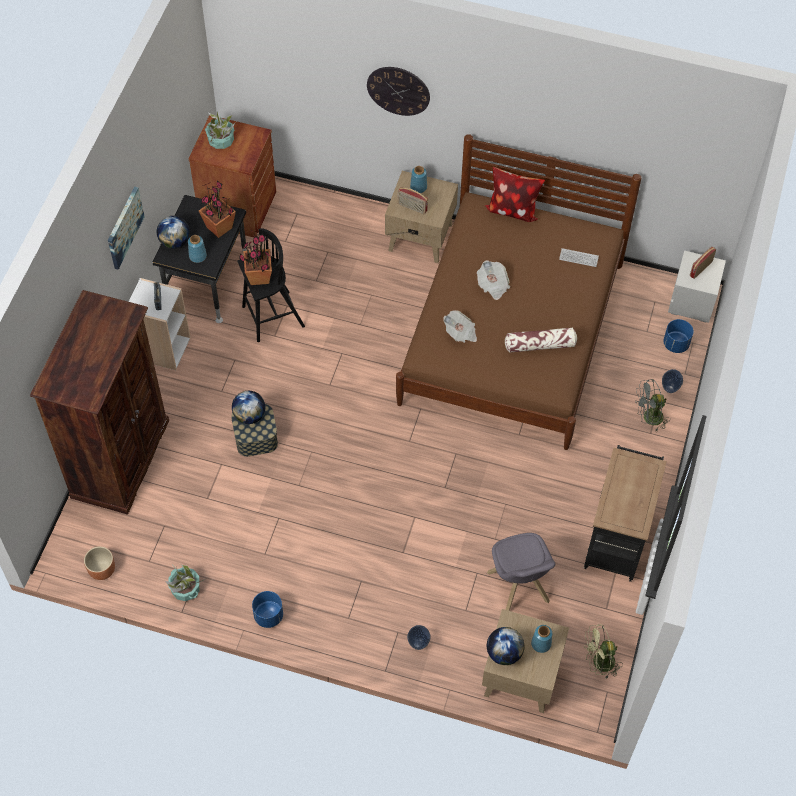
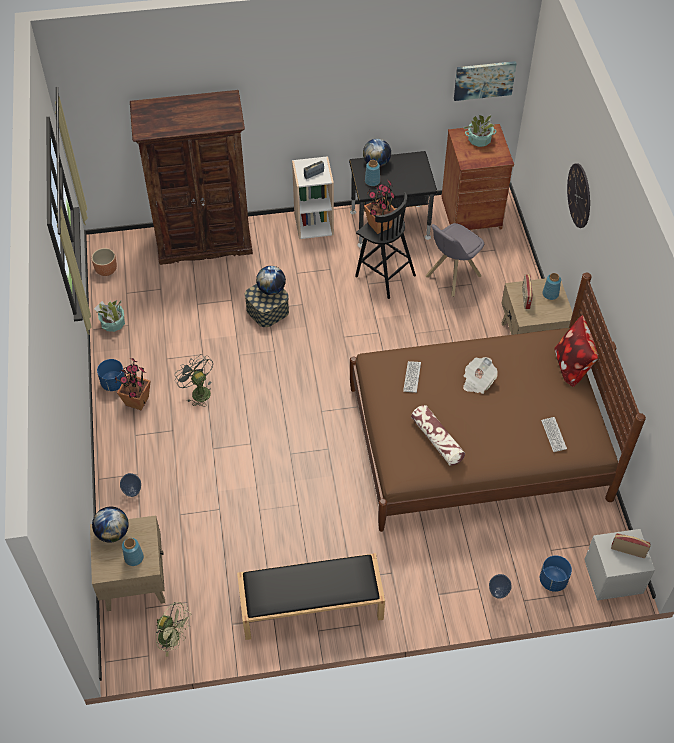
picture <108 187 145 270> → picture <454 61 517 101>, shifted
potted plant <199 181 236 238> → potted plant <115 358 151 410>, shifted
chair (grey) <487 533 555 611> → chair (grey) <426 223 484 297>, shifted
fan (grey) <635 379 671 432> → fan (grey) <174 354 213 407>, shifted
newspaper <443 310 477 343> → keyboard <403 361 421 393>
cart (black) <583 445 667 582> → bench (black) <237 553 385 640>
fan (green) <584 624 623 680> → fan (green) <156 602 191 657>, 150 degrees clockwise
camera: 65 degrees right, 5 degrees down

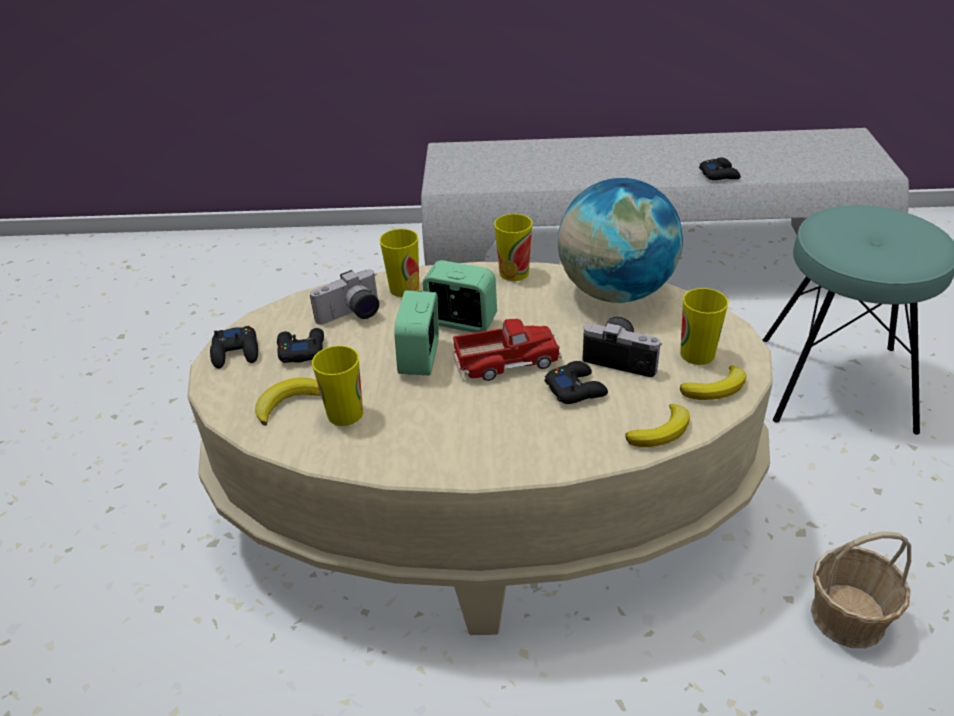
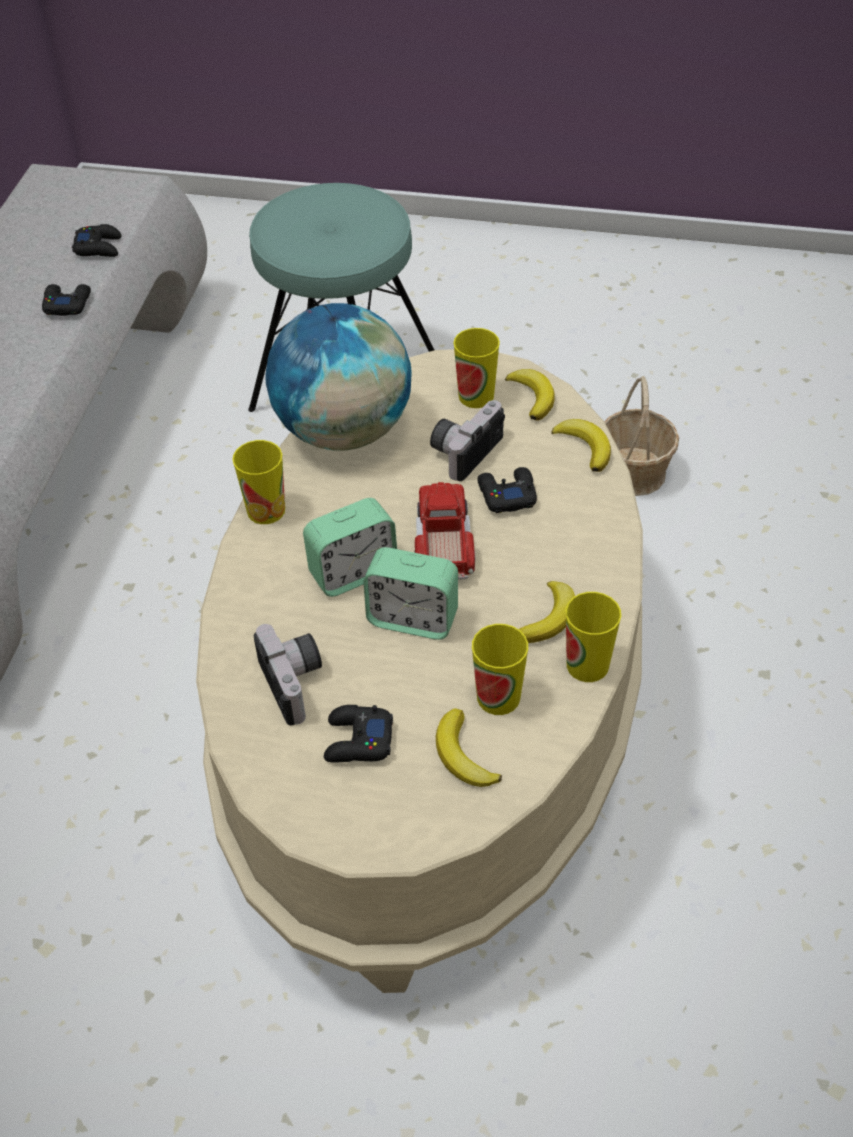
- → banana <519 581 575 643>
game controller (black) <210 326 258 369> → game controller (black) <72 224 121 257>, shifted
cup <379 229 419 297> → cup <565 592 621 682>, shifted
alarm clock <423 260 497 333> → alarm clock <303 498 397 597>, 150 degrees counterclockwise
camera: 80 degrees left, 10 degrees up

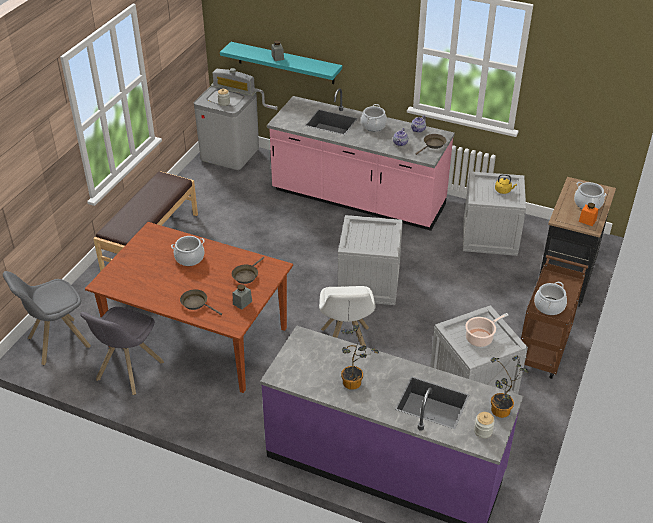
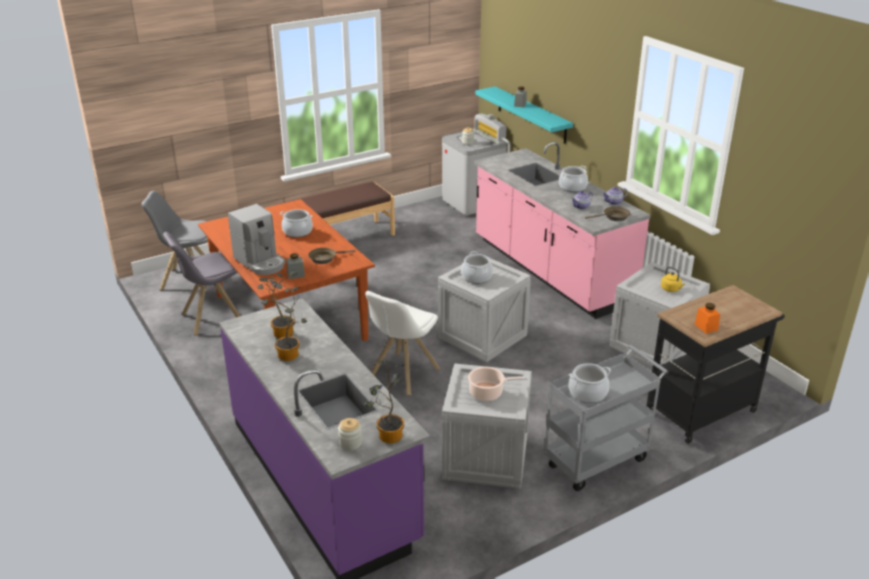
- → potted plant <257 271 298 339>
cooking pot <574 182 607 209> → cooking pot <461 251 493 284>, shifted
frying pan (brown) <180 289 222 315> → coffee machine <228 204 285 275>
cart (brown) <521 255 589 379> → cart (grey) <544 345 669 491>
camera: 35 degrees right, 10 degrees down

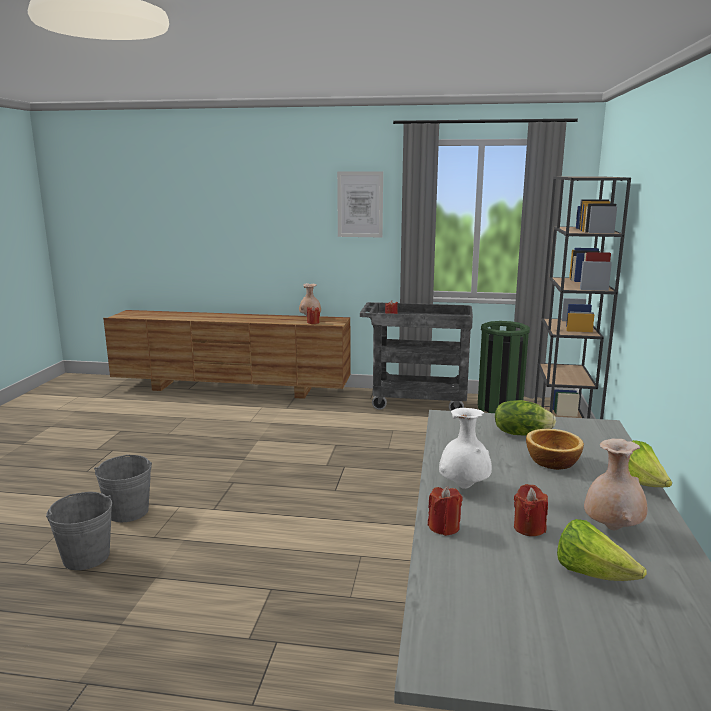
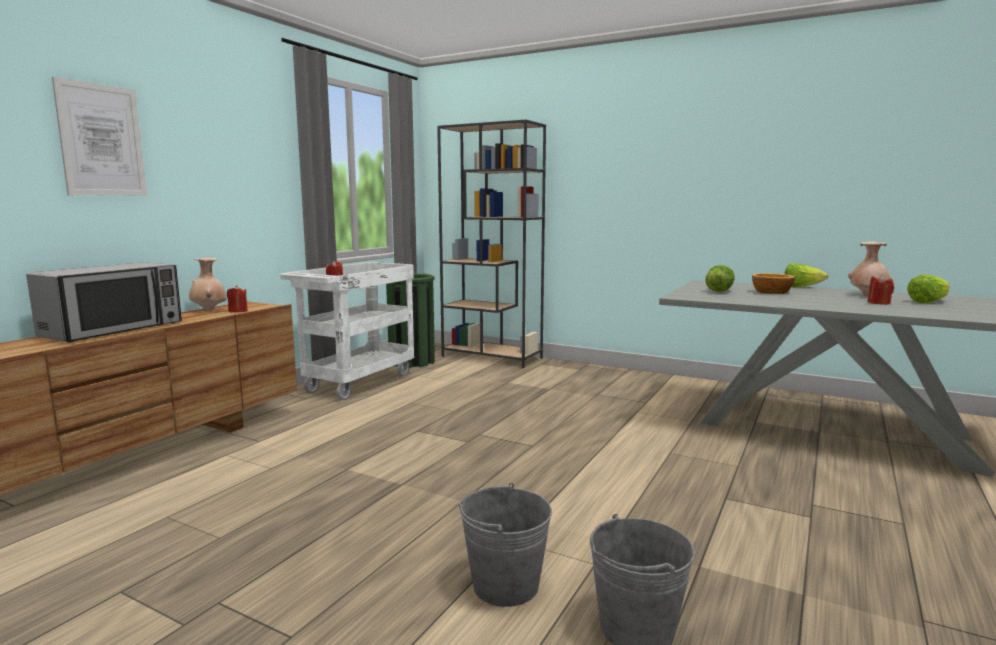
candle (red) <428 487 462 536> → -
vase (white) <439 408 492 489> → -
- → microwave <26 262 182 343>
picture <337 172 383 237> → picture <52 77 147 196>, shifted
cart (black) <360 302 473 411> → cart (white) <280 262 414 400>
camera: 70 degrees left, 5 degrees down

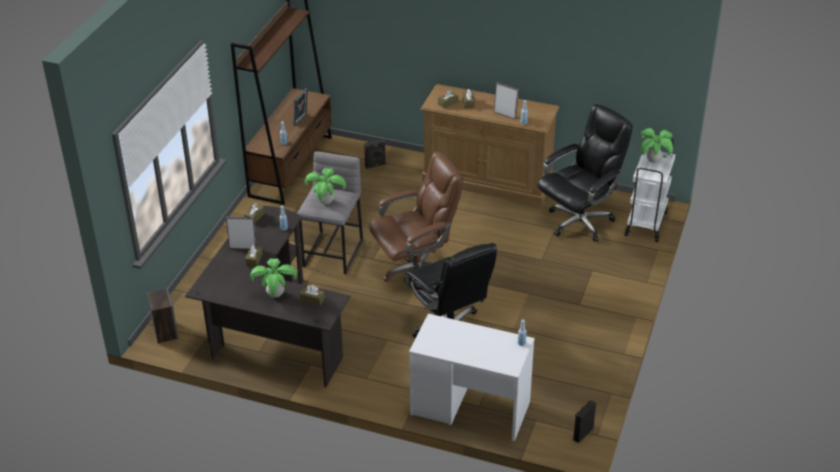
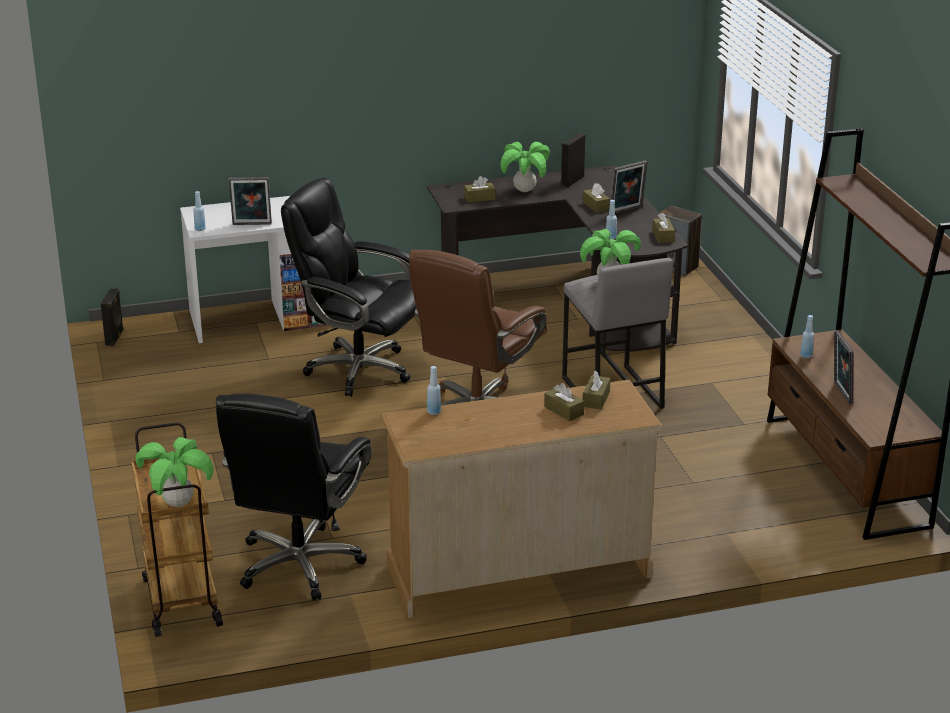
speaker (black) <364 139 386 169> → speaker (black) <561 133 586 187>, shifted
picture frame <494 82 519 119> → picture frame <229 177 272 225>, shifted
cart (white) <624 137 675 242> → cart (brown) <131 423 223 637>
camera: 145 degrees right, 10 degrees down

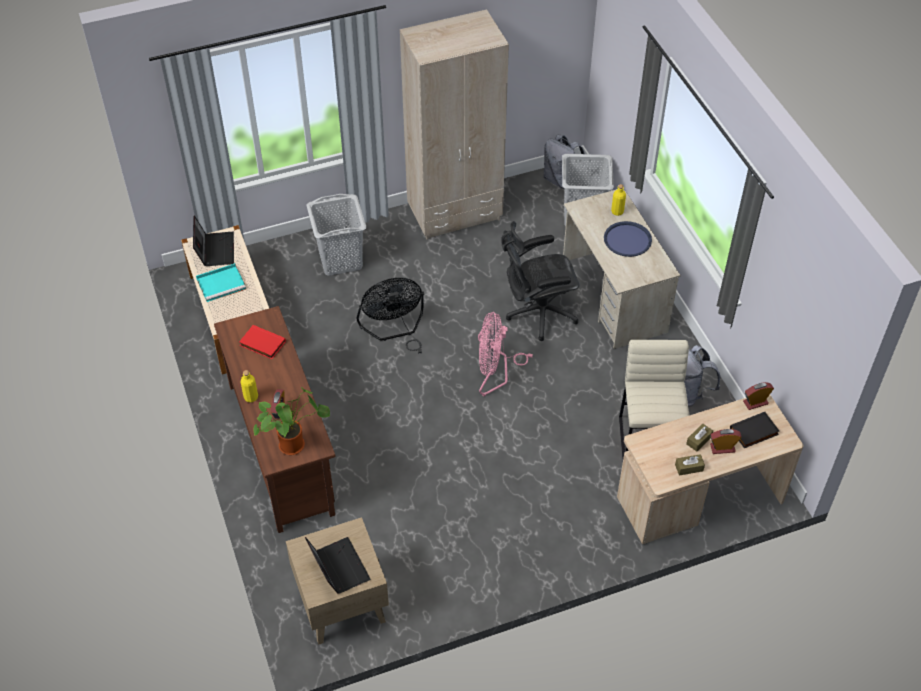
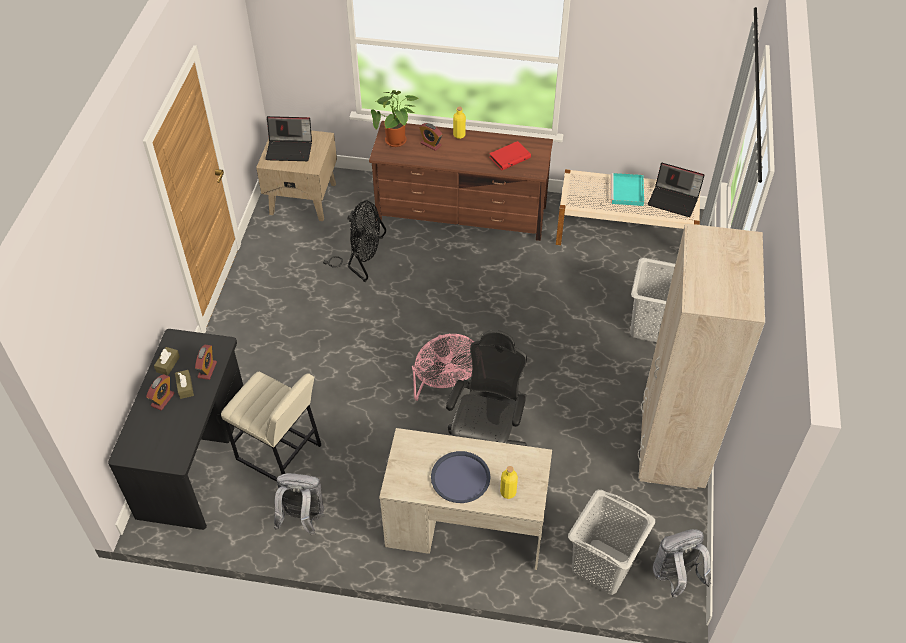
book (black) <730 412 779 448> → -
fan (black) <356 278 424 354> → fan (black) <322 200 386 282>, shifted
alarm clock <743 382 774 410> → alarm clock <195 345 217 380>, shifted
desk (beige) <617 395 804 544> → desk (black) <108 329 243 530>
fan (pink) <478 312 534 397> → fan (pink) <412 333 474 401>, 135 degrees clockwise
camera: 120 degrees right, 0 degrees up

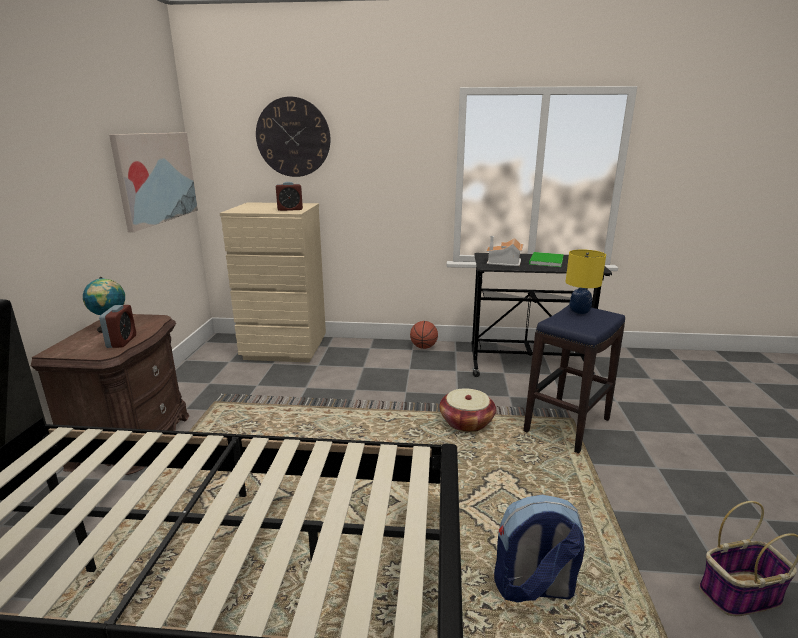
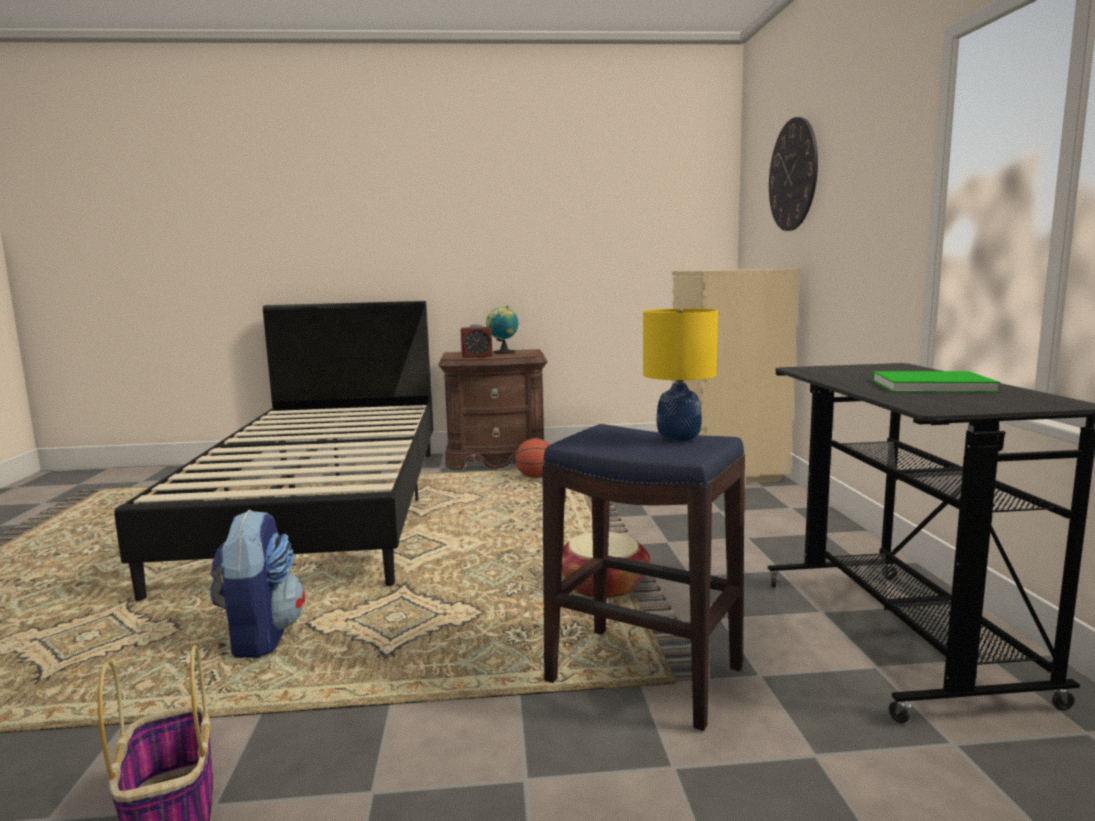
picture <109 133 198 232> → -
alarm clock <276 182 303 211> → -
toy house <486 236 523 266> → -
basketball <410 321 438 349> → basketball <515 438 550 478>, shifted
camera: 80 degrees right, 10 degrees down

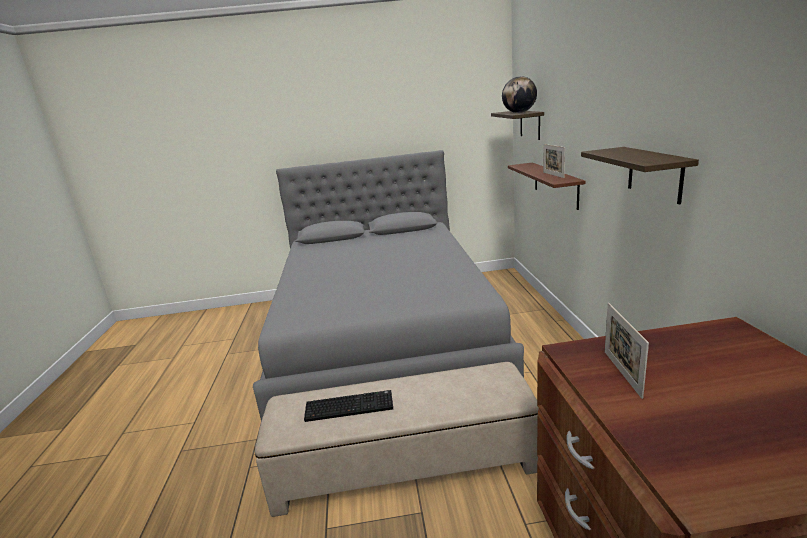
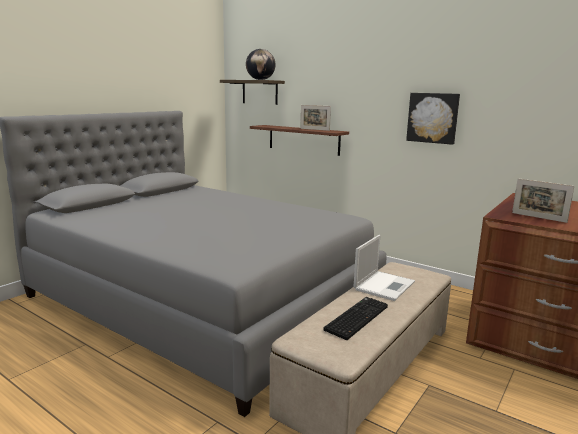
- → laptop <354 235 415 301>
shelf <581 147 699 204> → picture <406 93 460 145>
camera: 50 degrees left, 5 degrees down

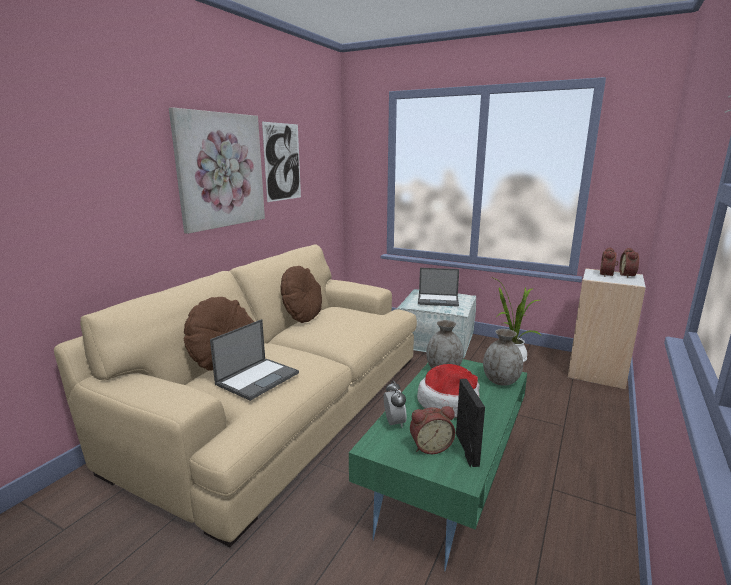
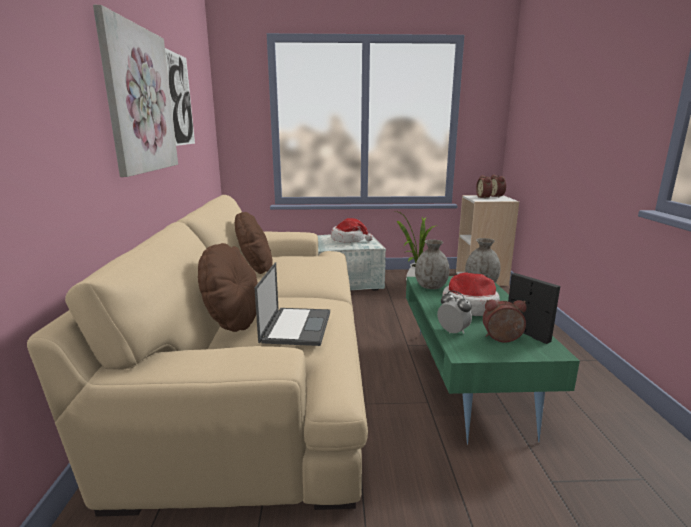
laptop <418 268 459 307> → hat <331 218 373 243>
alarm clock <410 406 455 454> → alarm clock <483 300 527 343>, 135 degrees counterclockwise
camera: 30 degrees left, 0 degrees up

